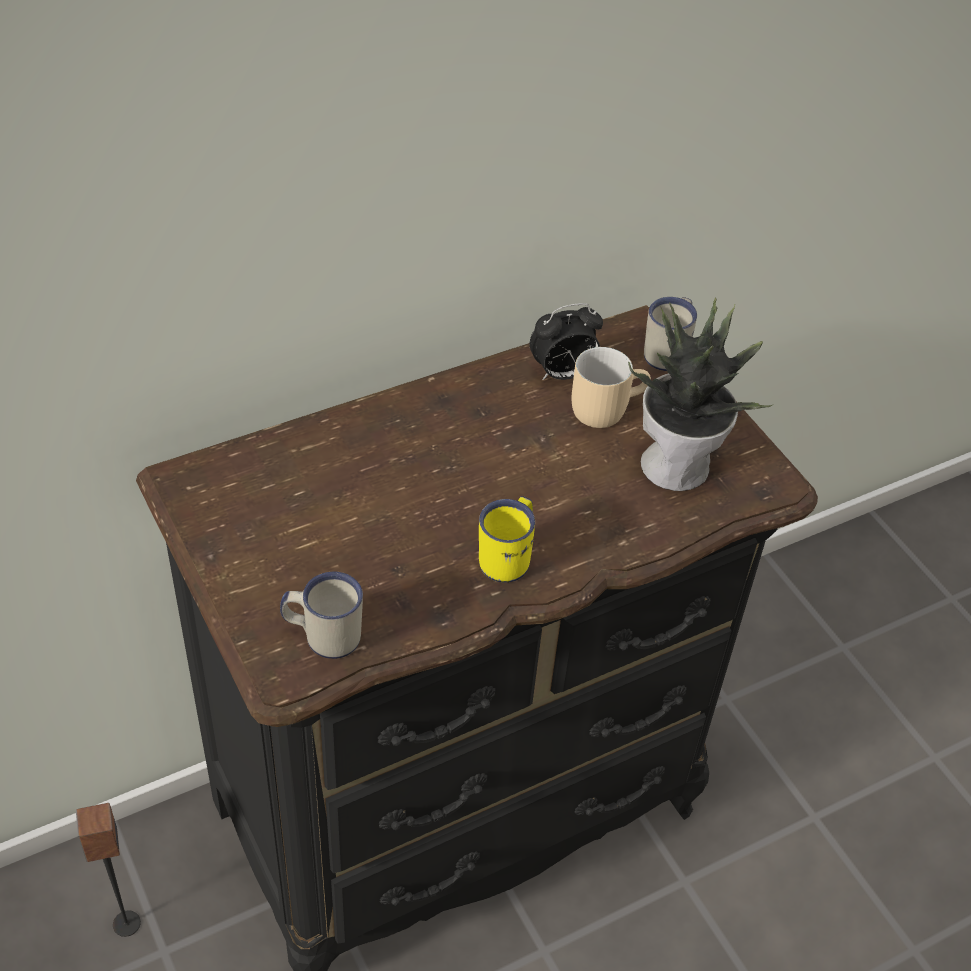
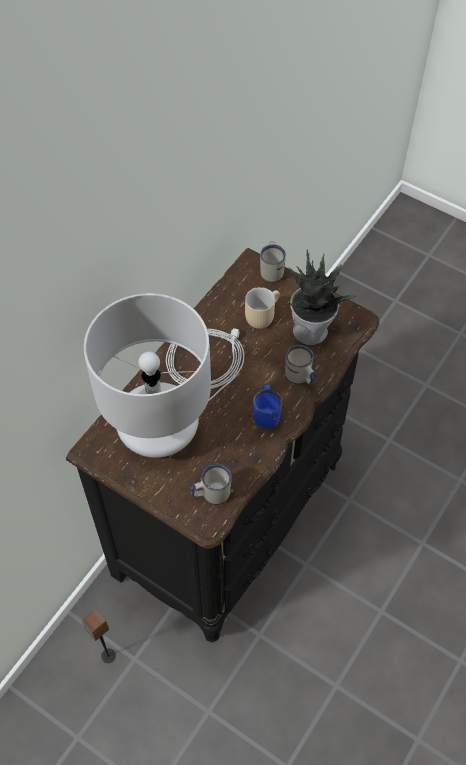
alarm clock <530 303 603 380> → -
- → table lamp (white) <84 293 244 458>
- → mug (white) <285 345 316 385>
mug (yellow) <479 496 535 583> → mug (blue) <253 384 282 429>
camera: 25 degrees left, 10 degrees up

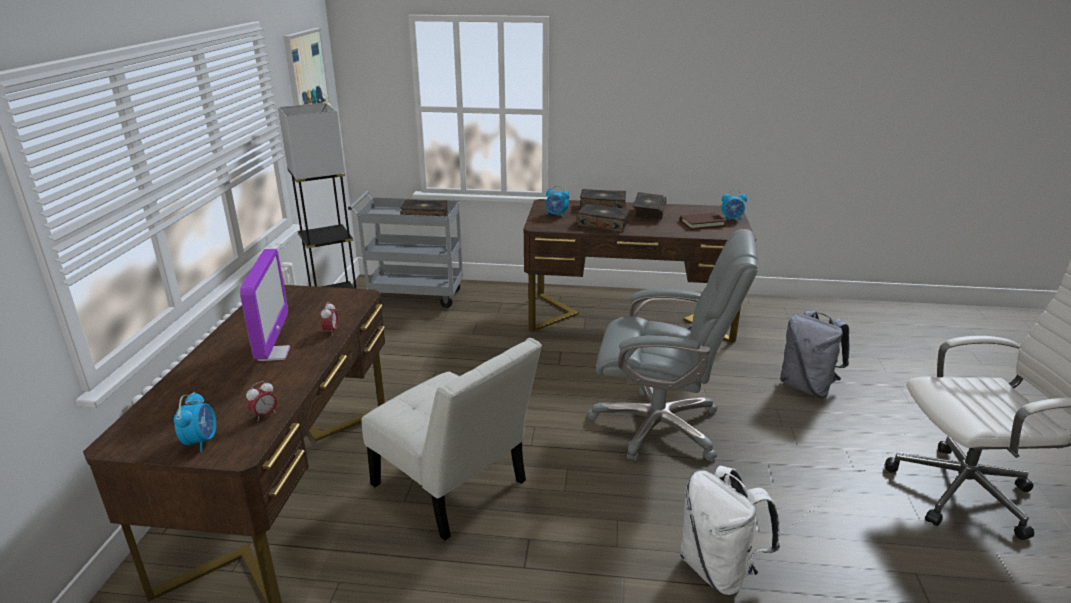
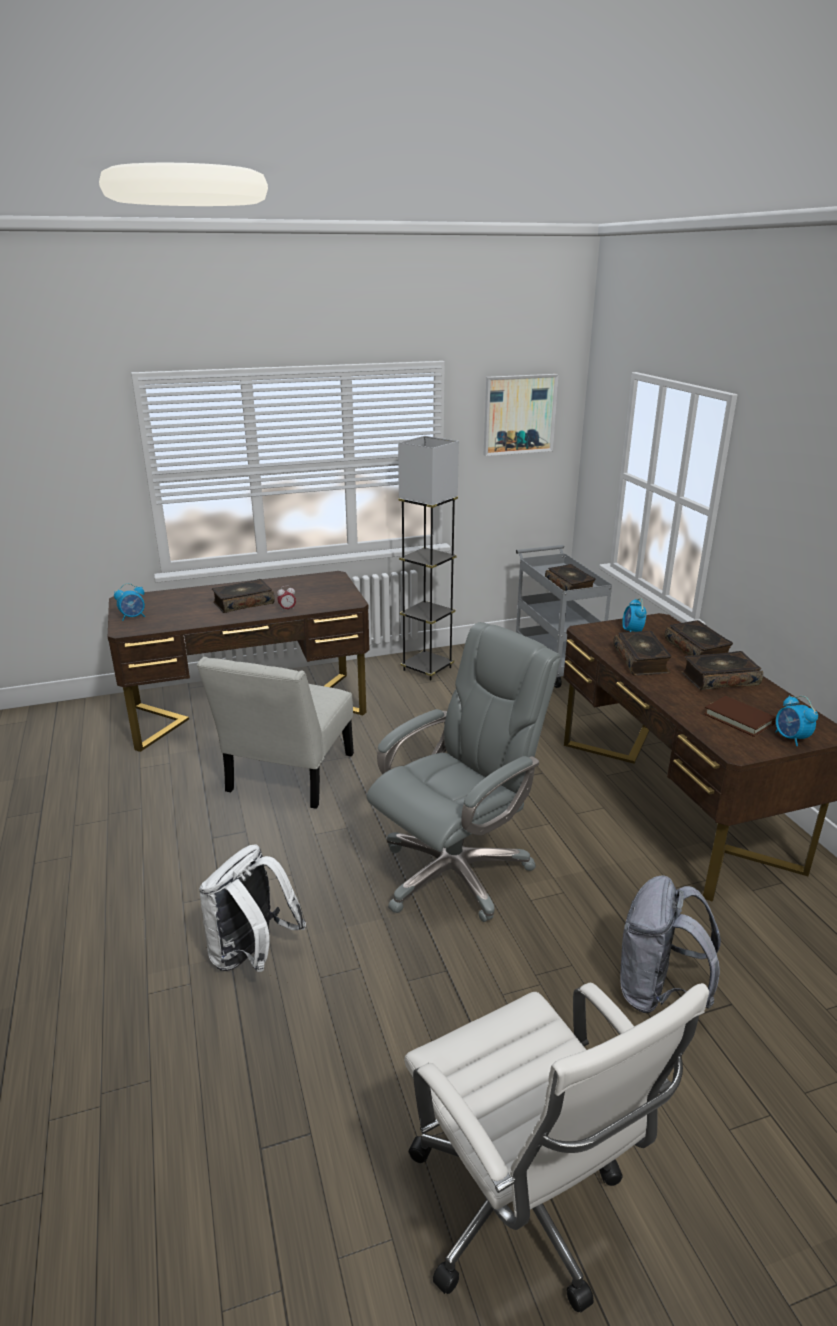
alarm clock <246 381 277 421> → -
monitor <240 249 290 361> → book <212 579 275 613>
office chair (grey) <587 229 758 461> → office chair (grey) <367 622 560 922>, 120 degrees counterclockwise
camera: 65 degrees right, 0 degrees up

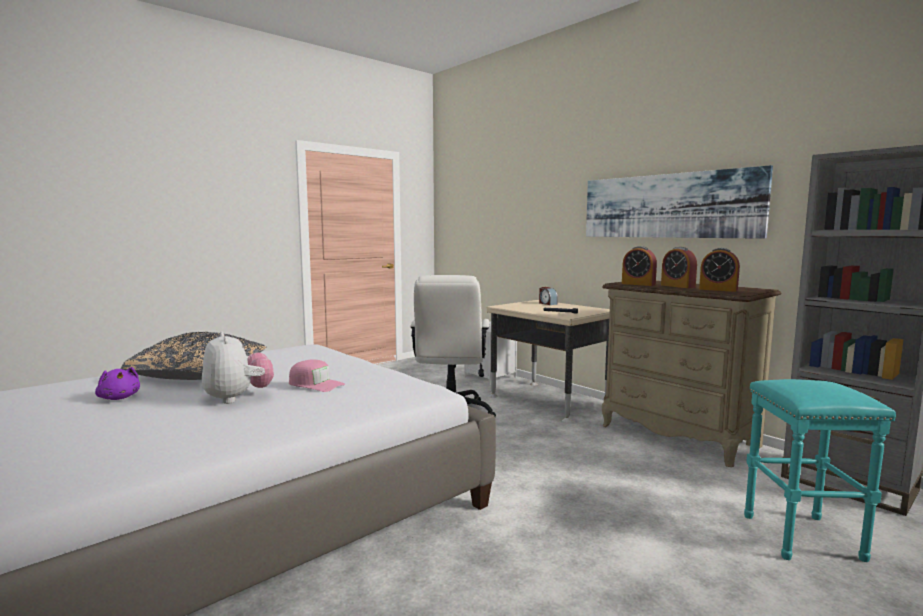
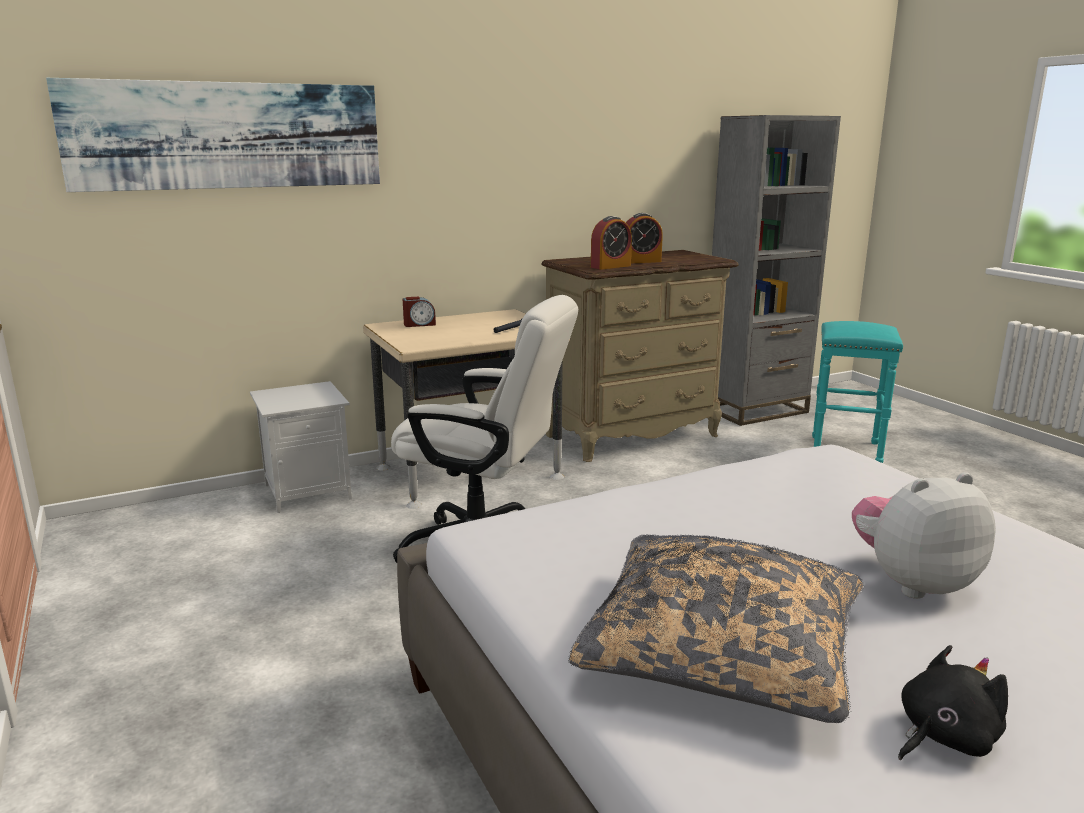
cap (pink) <289 359 345 392> → -
alarm clock <699 248 740 292> → -
picture <586 165 773 239> → picture <46 78 380 192>, shifted
plush toy (purple) <95 367 140 400> → plush toy (black) <898 645 1008 760>
camera: 75 degrees left, 10 degrees up

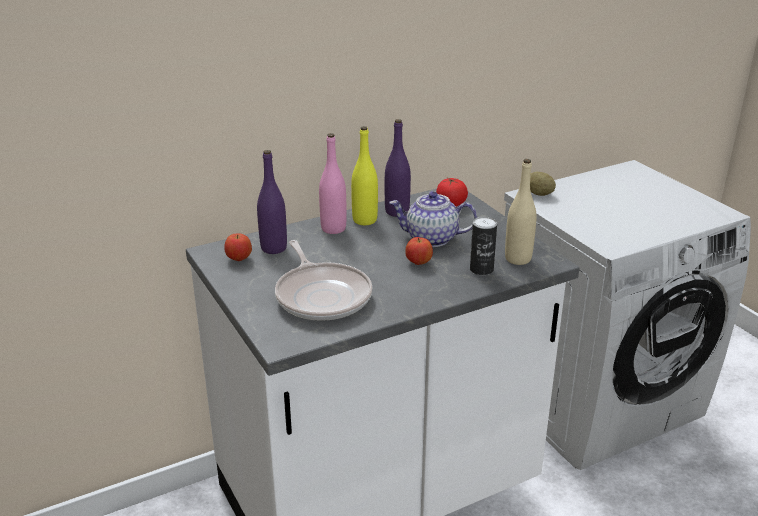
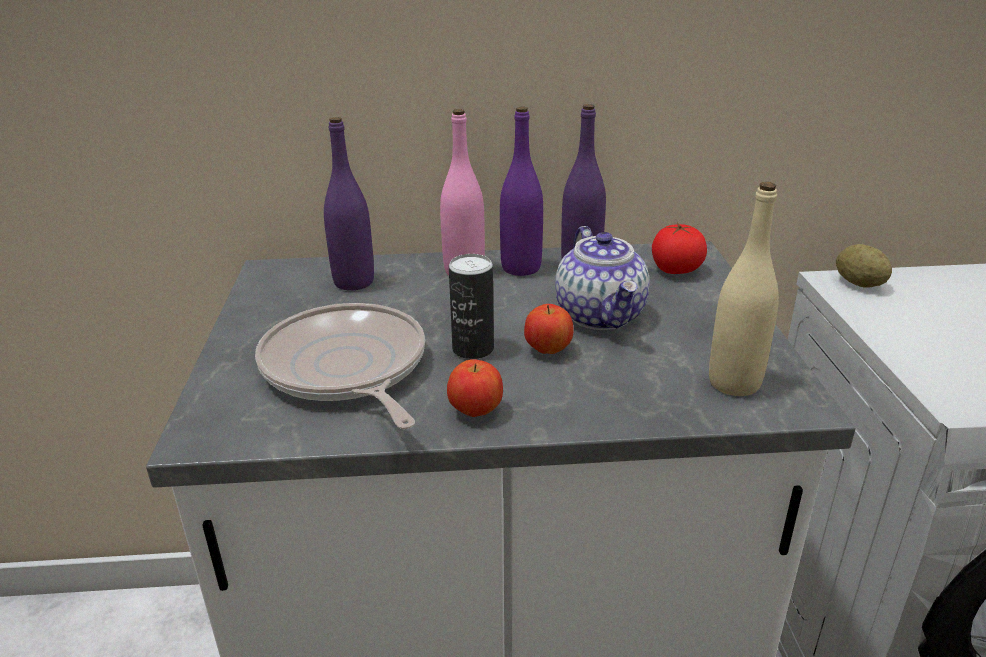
apple <224 234 252 261> → apple <447 359 503 417>, shifted
can <470 216 497 275> → can <449 254 494 359>, shifted
bottle (yellow) <351 126 378 225> → bottle (purple) <500 106 543 276>
frying pan <275 240 372 321> → frying pan <255 303 425 429>, 150 degrees clockwise
teapot <389 191 477 247> → teapot <555 226 650 330>, 135 degrees counterclockwise
camera: 25 degrees right, 0 degrees up

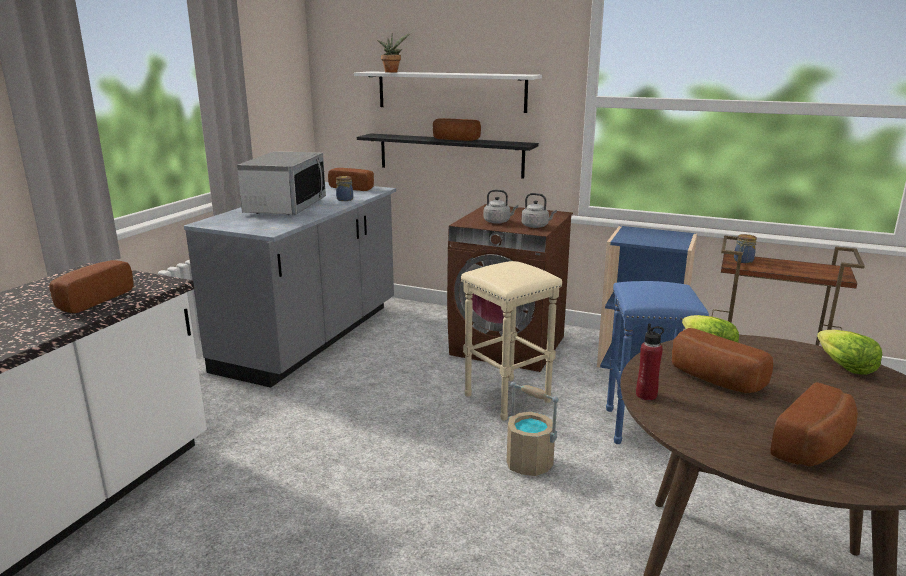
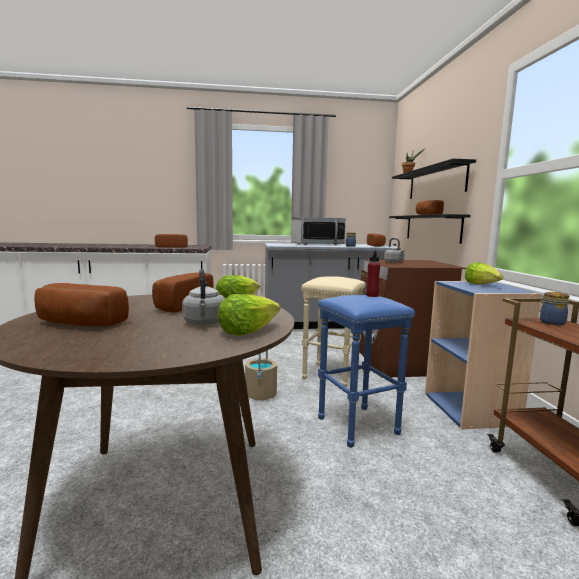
- → lettuce <465 262 503 284>
kettle (grey) <521 193 557 228> → kettle (grey) <182 269 225 325>, shifted
bottle (red) <636 323 664 400> → bottle (red) <366 251 380 297>, shifted
shelf (white) <354 71 542 113> → shelf (black) <392 159 476 199>
camera: 60 degrees right, 10 degrees down

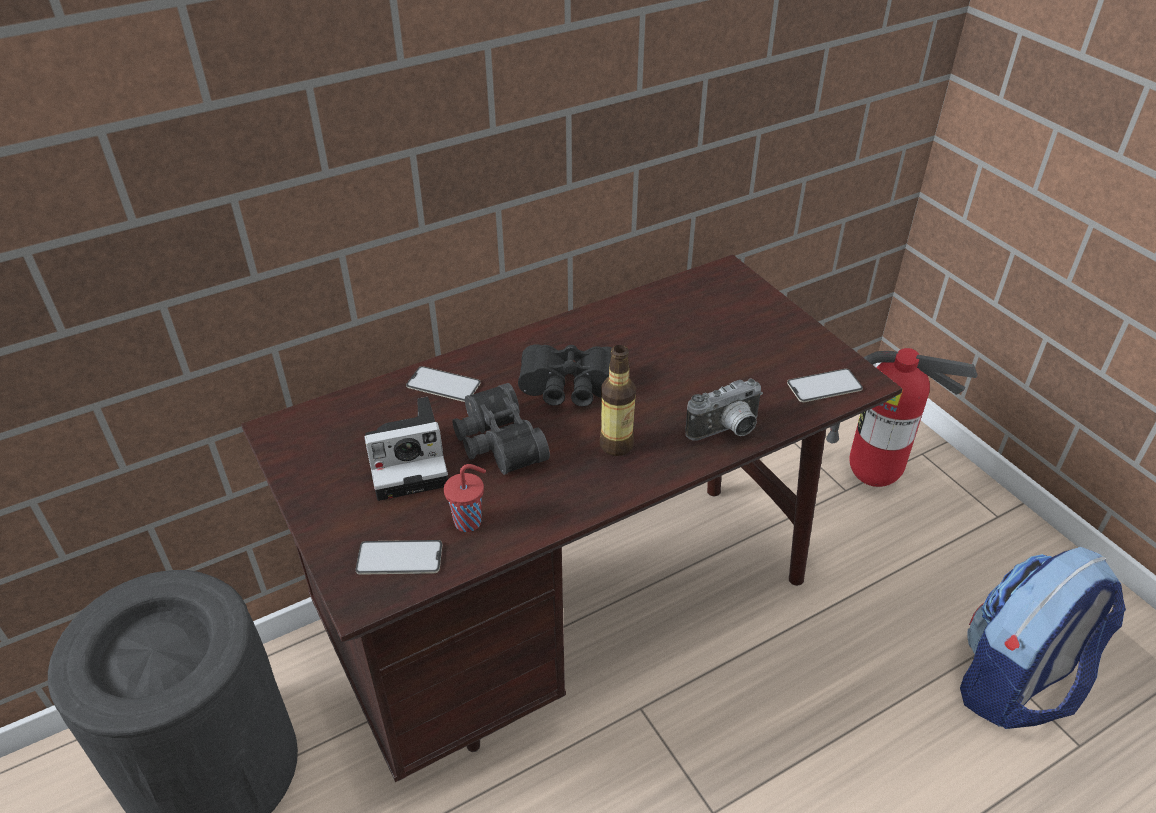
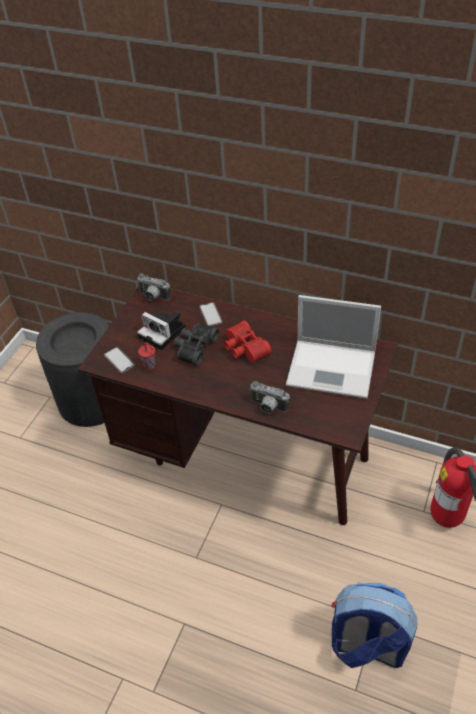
bottle <600 345 636 456> → -
phone <787 368 863 403> → -
- → photo camera <137 274 171 300>
- → laptop <286 295 381 399>
binoculars (black) <518 344 612 407> → binoculars (red) <224 321 272 363>
camera: 55 degrees right, 5 degrees up

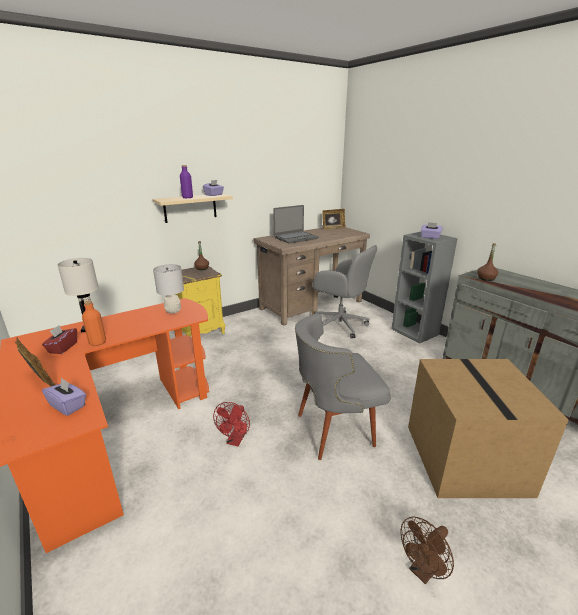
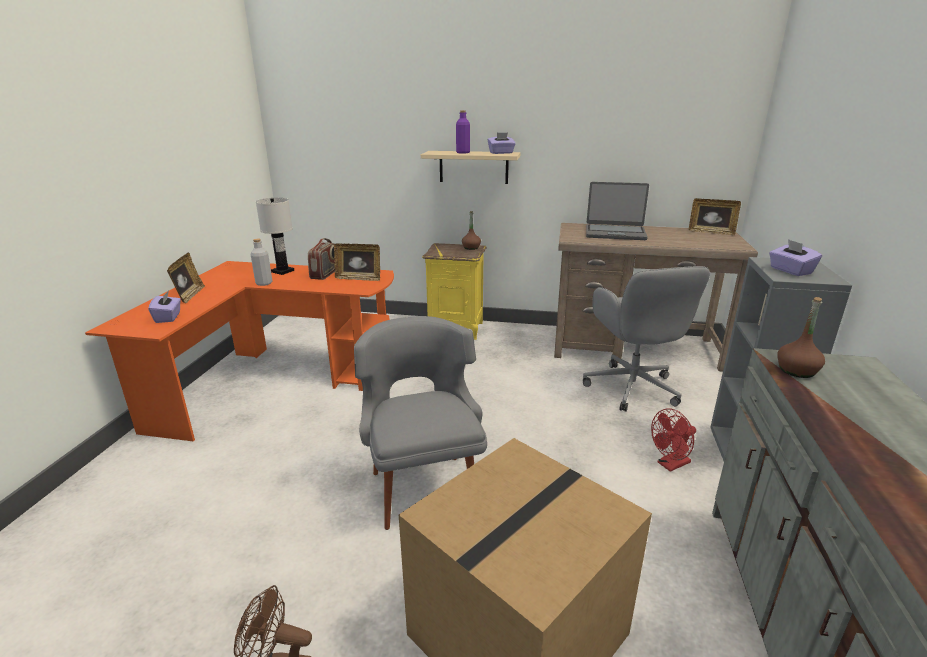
tissue box (red) <42 325 77 354> → -
- → radio <308 238 335 280>
fan (red) <213 402 250 446> → fan (red) <651 408 696 472>, shifted
table lamp (grey) <153 264 184 314> → picture frame <334 243 380 281>
bottle (orange) <82 301 106 346> → bottle (grey) <251 239 272 286>
chair (grey) <295 313 390 460> → chair (grey) <354 316 487 530>, 45 degrees clockwise
camera: 45 degrees right, 0 degrees up

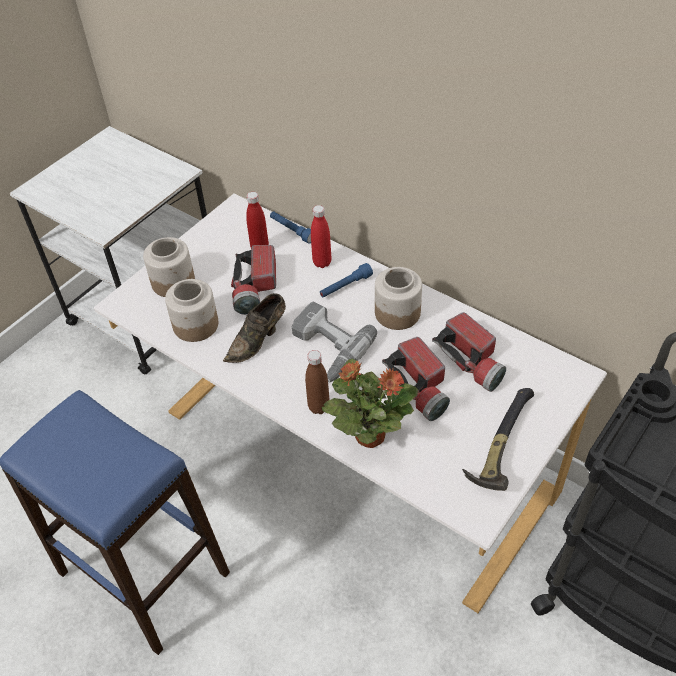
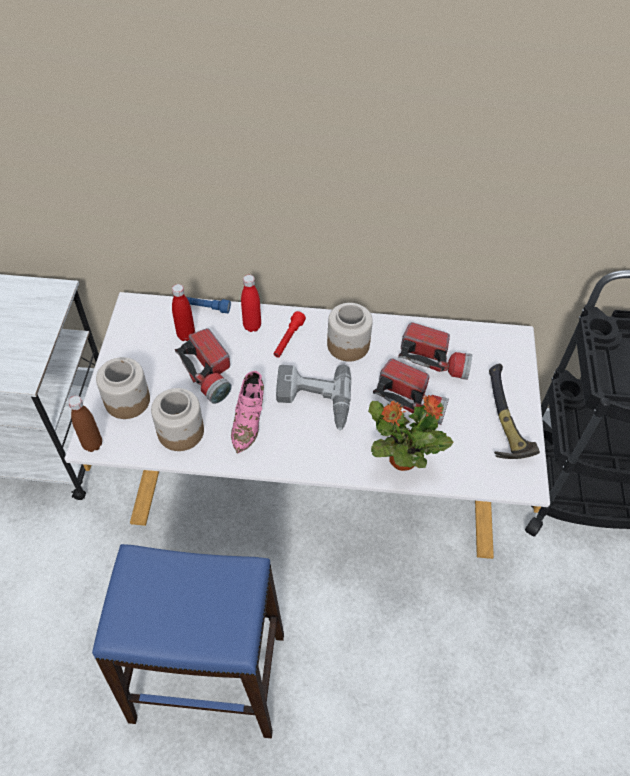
bottle (brown) <305 350 329 414> → bottle (brown) <68 396 102 452>, shifted
shoe (brown) <223 293 286 363> → shoe (pink) <231 371 264 454>
flashlight (blue) <320 263 373 298> → flashlight (red) <274 311 306 358>
camera: 35 degrees left, 5 degrees up

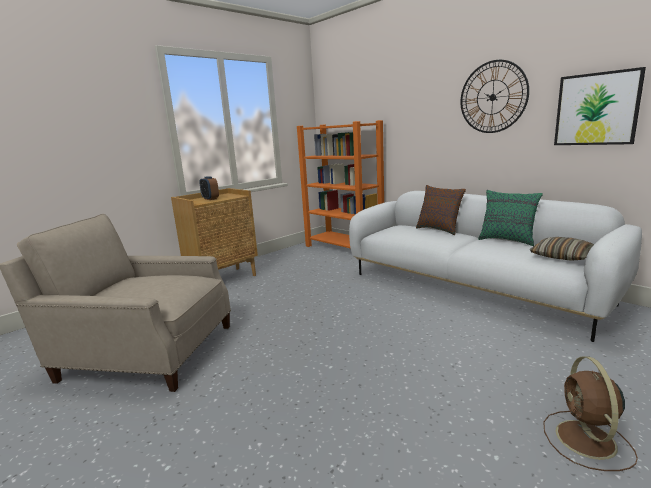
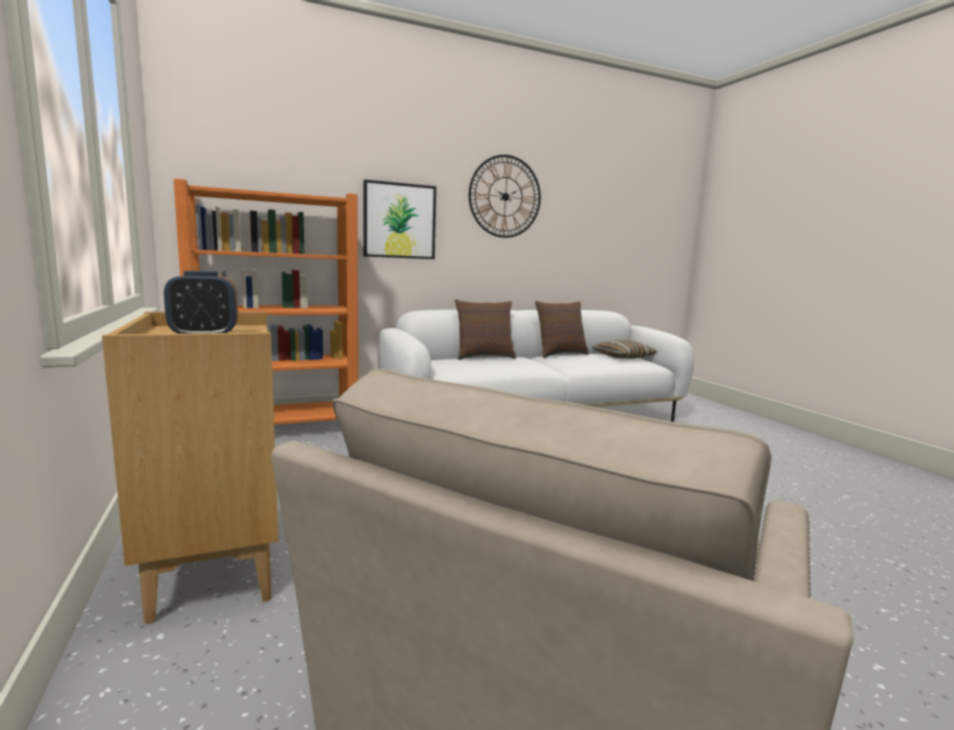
fan (brown) <543 356 638 471> → -
picture <554 67 646 145> → picture <363 179 436 259>, shifted
pillow (green) <478 190 543 246> → pillow (brown) <535 301 589 358>
camera: 70 degrees left, 5 degrees down

